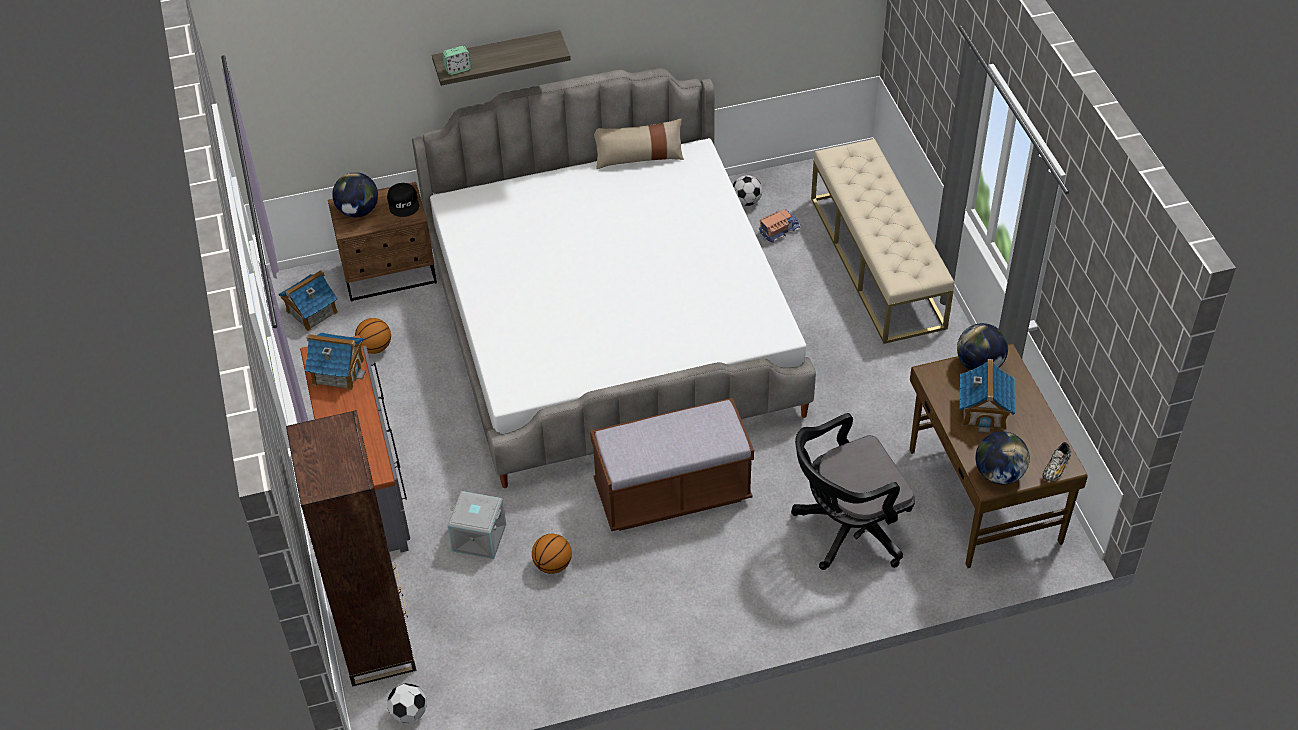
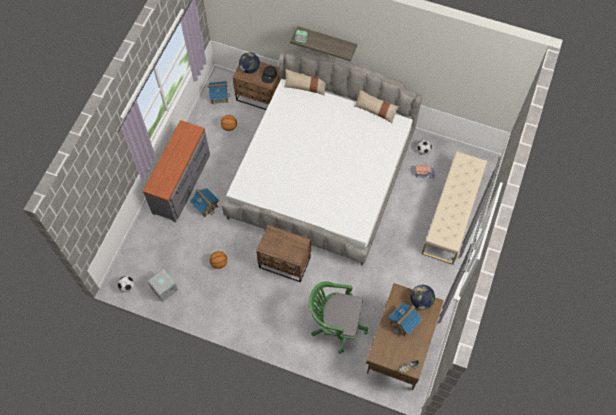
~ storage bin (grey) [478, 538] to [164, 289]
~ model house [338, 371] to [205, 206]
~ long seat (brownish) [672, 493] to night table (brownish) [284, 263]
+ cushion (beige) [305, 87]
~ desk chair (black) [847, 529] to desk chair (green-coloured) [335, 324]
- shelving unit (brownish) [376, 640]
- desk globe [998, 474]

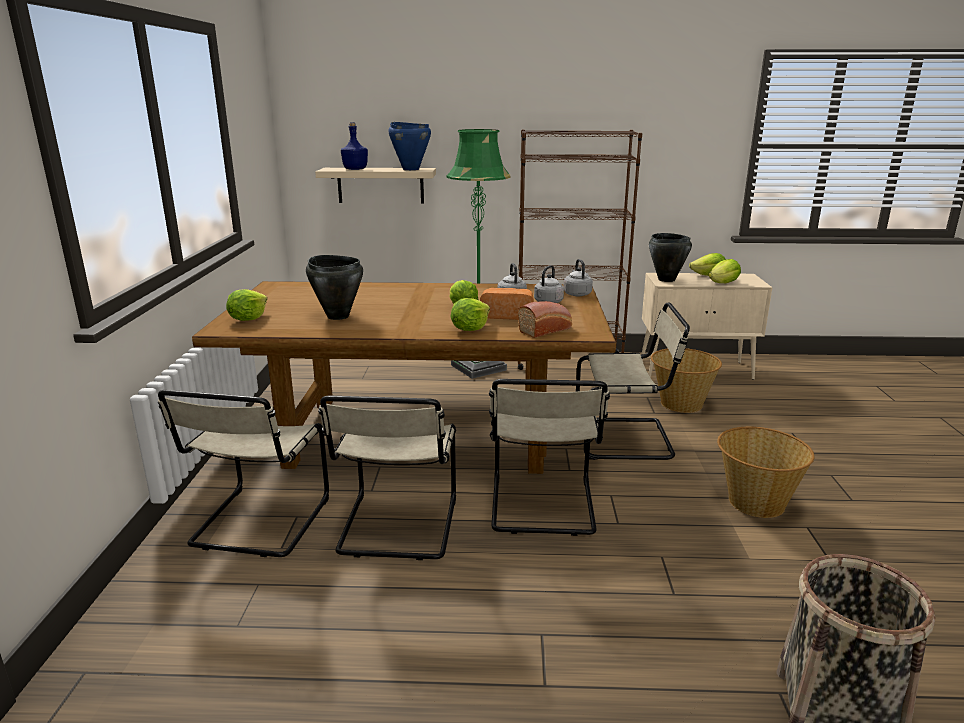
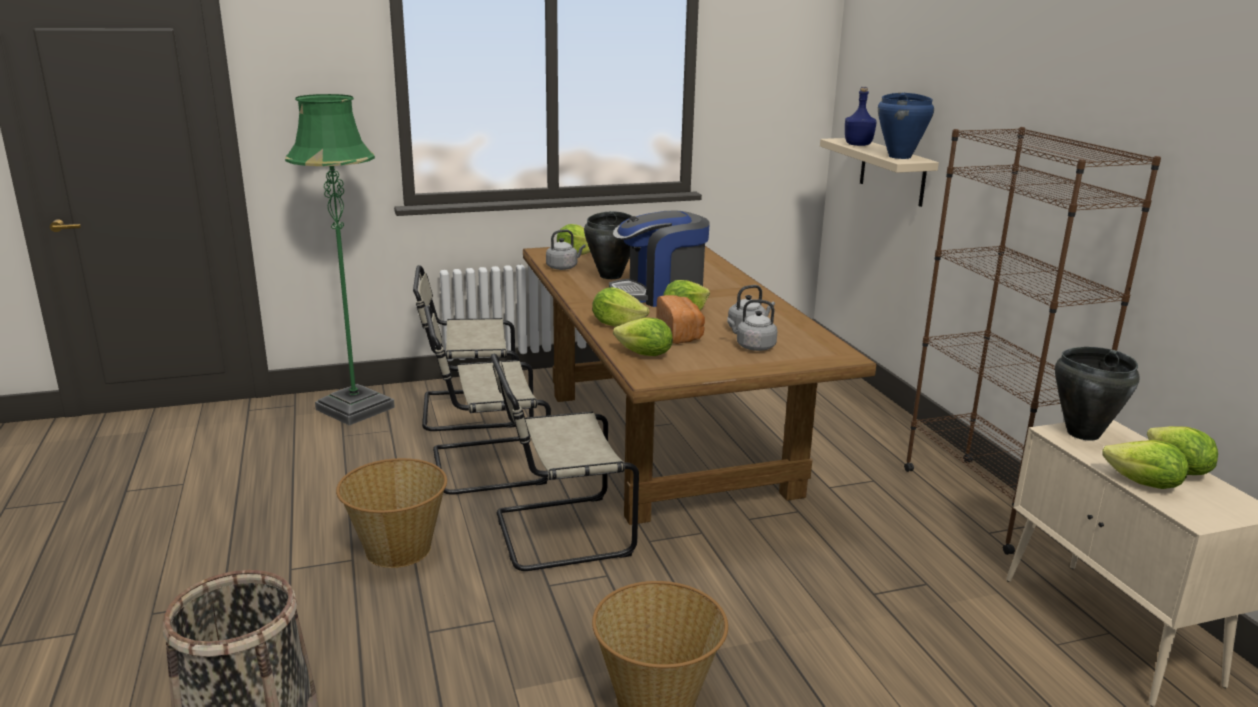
~ standard lamp (green-coloured) [478, 367] to [355, 408]
~ storage basket [680, 404] to [397, 549]
~ kettle (grey) [577, 294] to [563, 267]
+ coffee machine [659, 294]
~ bakery bread [546, 330] to lettuce [645, 355]
- chair (beige) [627, 439]

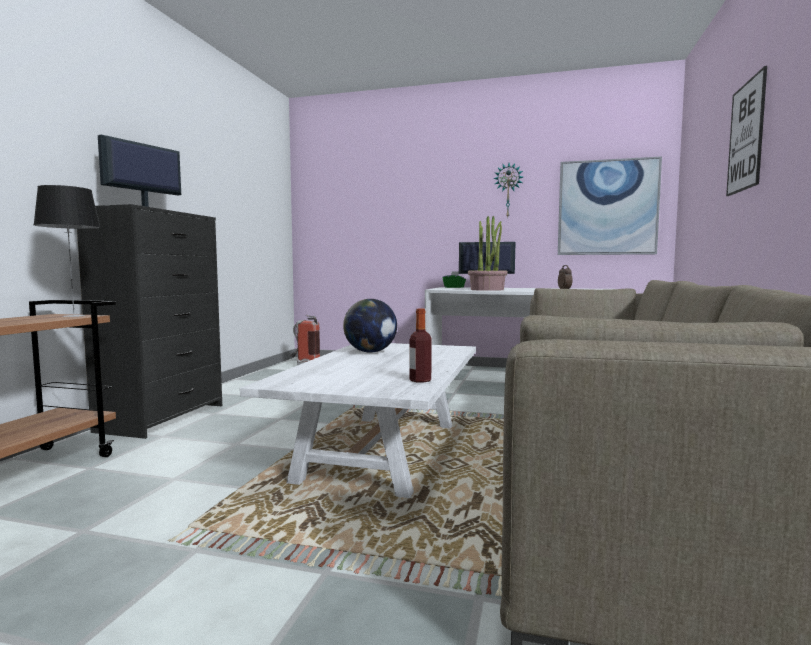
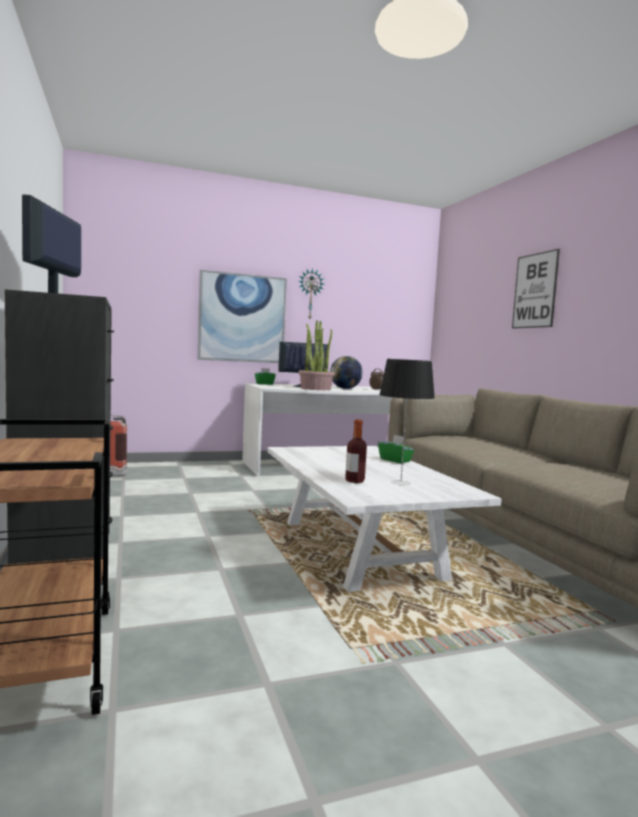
~ wall picture [607, 207] to [242, 318]
~ desk globe [370, 352] to [345, 388]
~ bottle [420, 380] to [354, 481]
+ tissue holder (green-coloured) [395, 460]
~ table lamp [74, 316] to [400, 483]

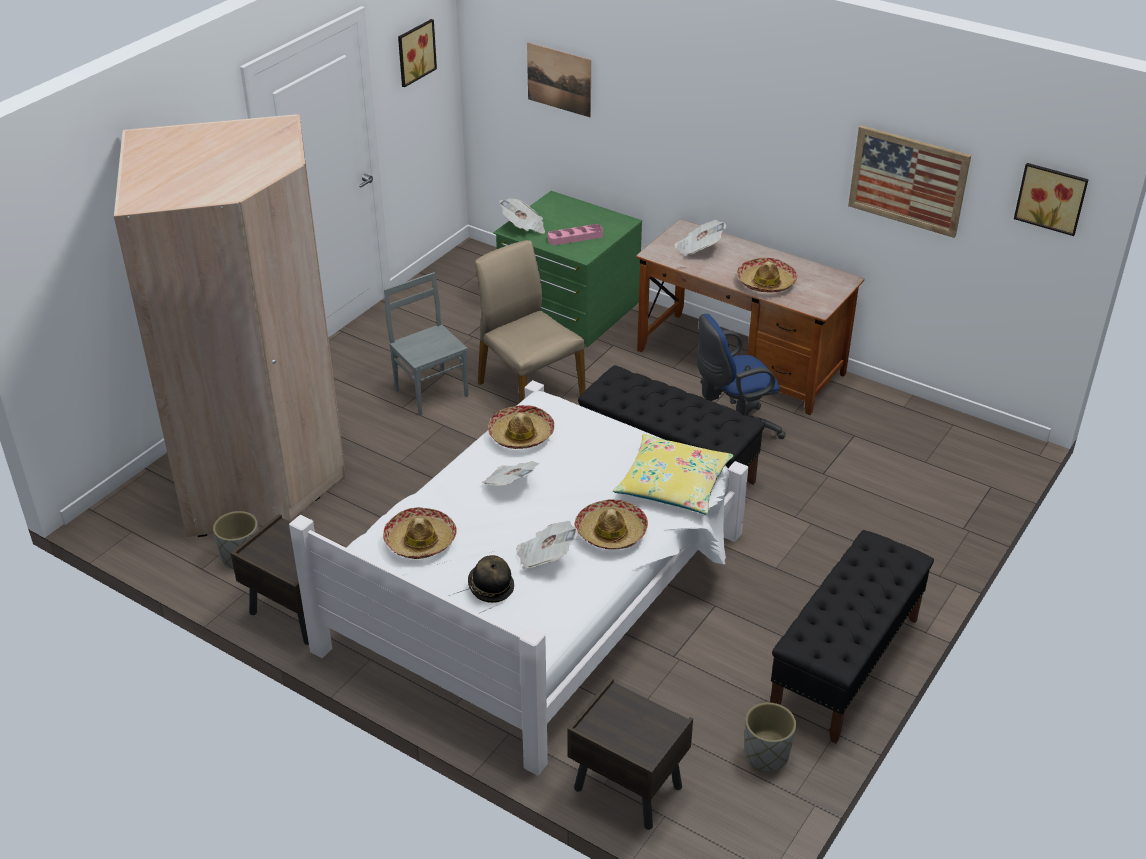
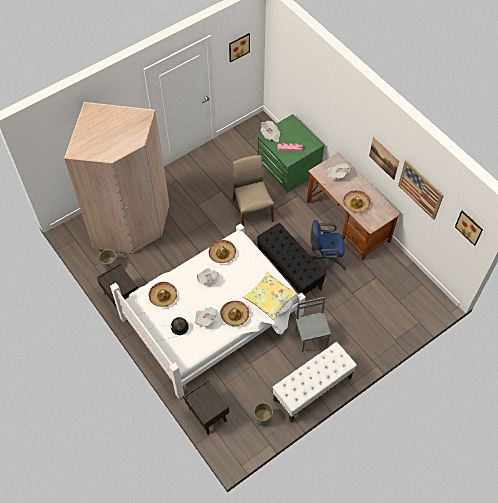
~ long seat (black) [845, 664] to long seat (white-coloured) [312, 389]
~ chair (grey) [432, 392] to [311, 337]
~ wall picture [559, 79] to [384, 158]

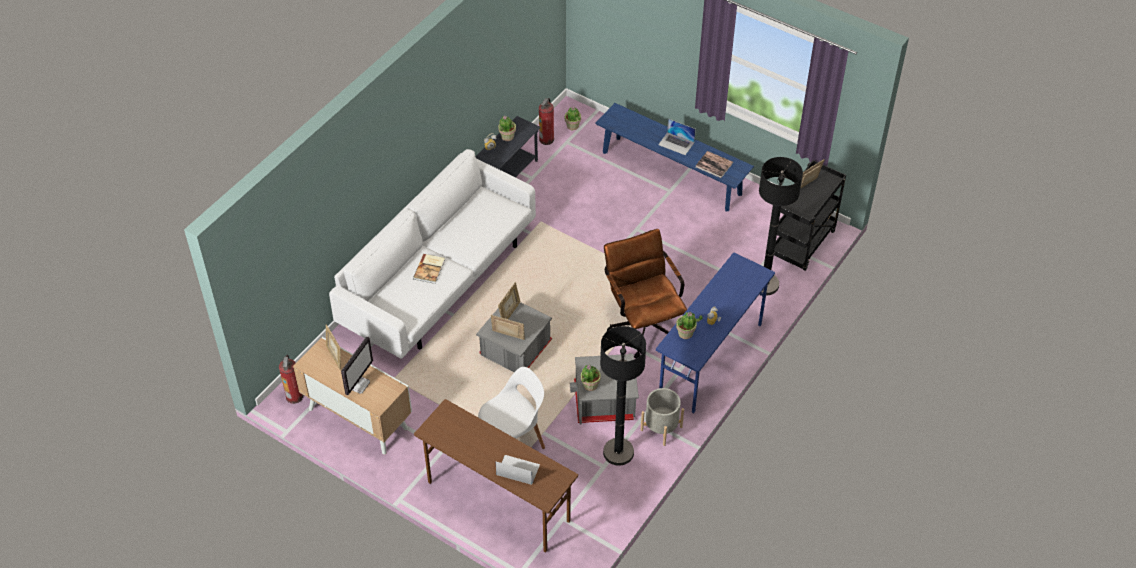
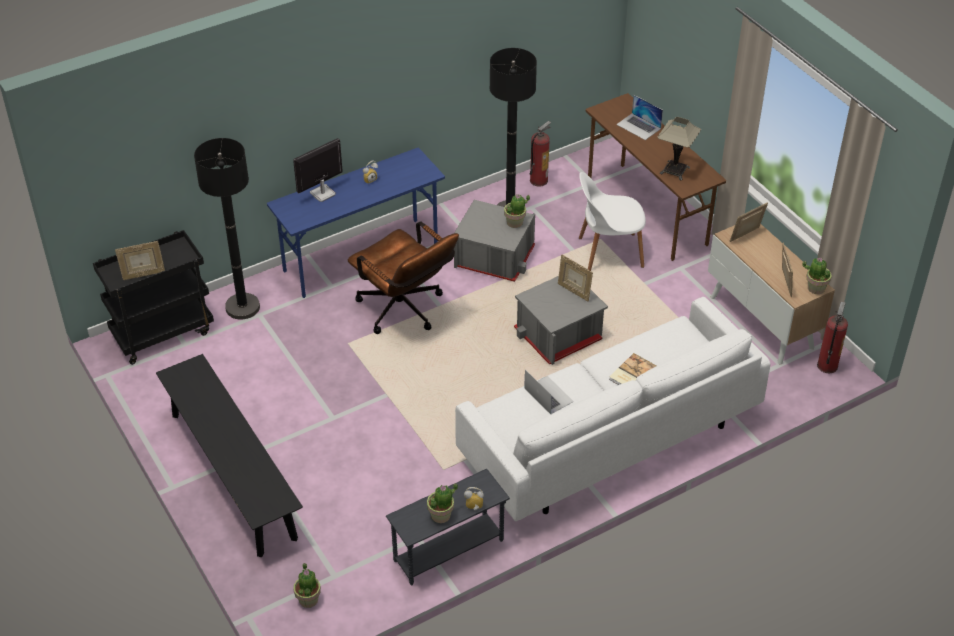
~ long seat (bluish) [671, 173] to long seat (black) [232, 475]
~ monitor [358, 384] to [322, 194]
~ desk chair (brownish) [642, 324] = [405, 312] 45 degrees counterclockwise
~ portable computer [676, 143] to [548, 395]
~ fire-fighting cylinder [546, 139] to [538, 180]
+ table lamp [674, 170]
~ standing frame [509, 313] to [746, 236]
~ houseplant [685, 333] to [815, 288]
- plant pot (grey) [661, 428]
- volume [714, 165]

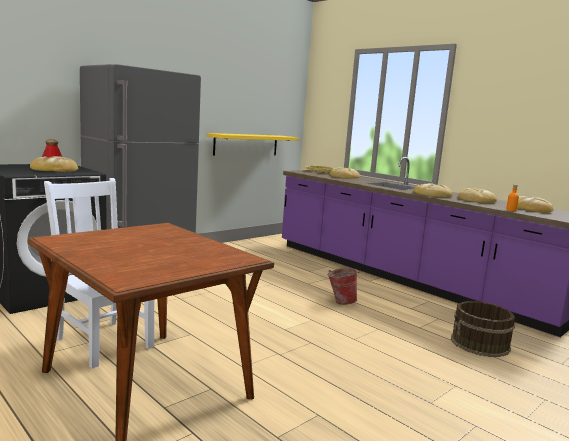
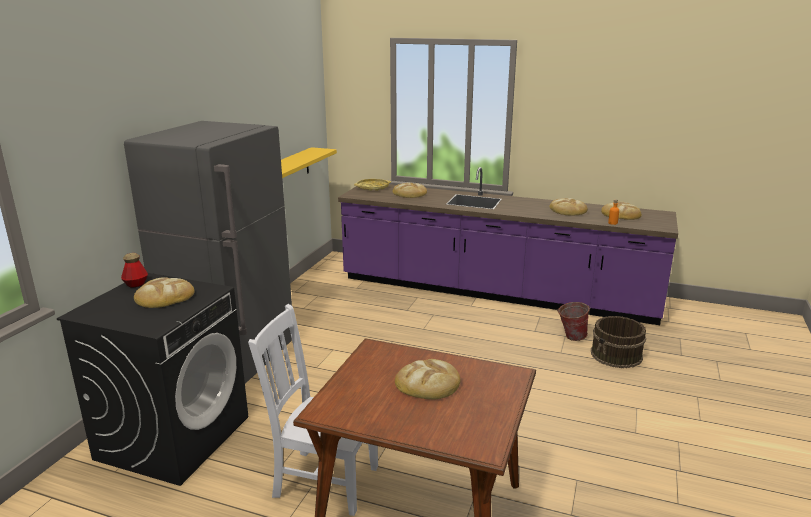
~ bakery bread [432, 194] to [428, 383]
~ bucket [340, 302] to [570, 337]

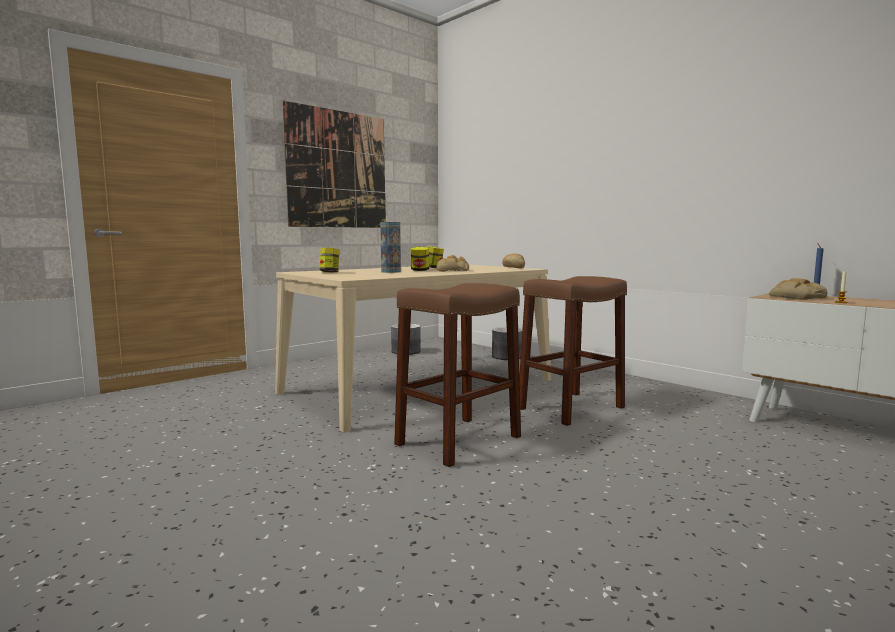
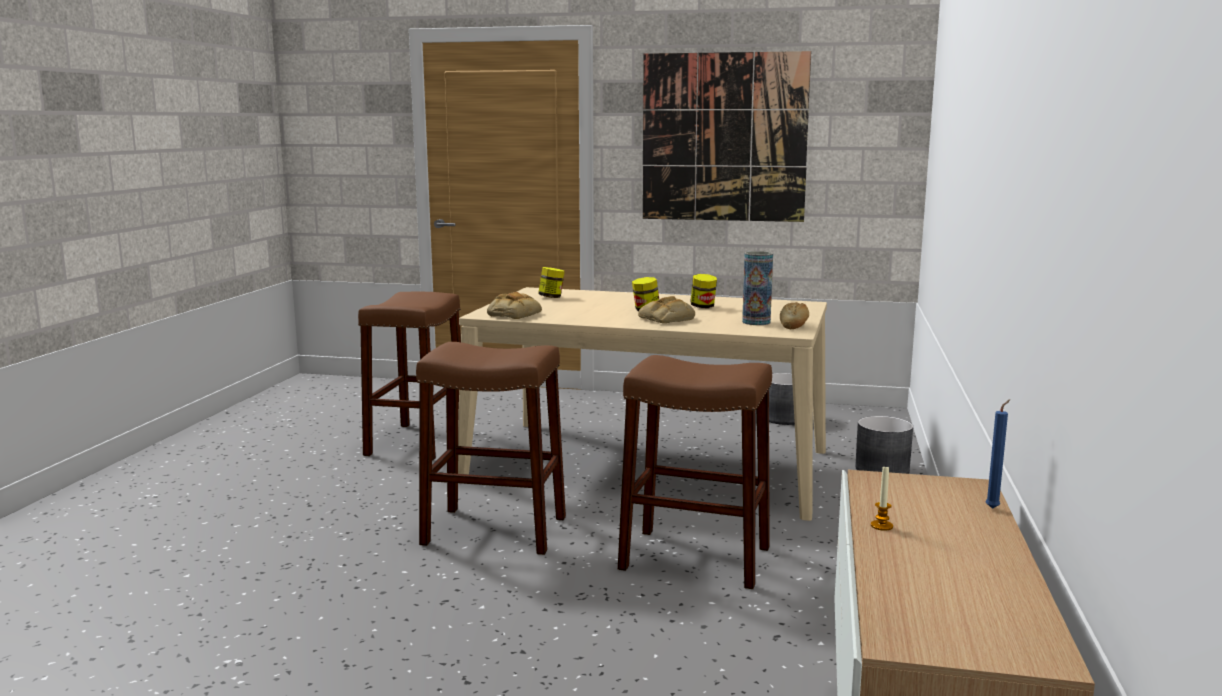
+ stool (brownish) [417, 441]
~ bakery bread [795, 297] to [514, 314]
~ flower vase [391, 272] to [756, 322]

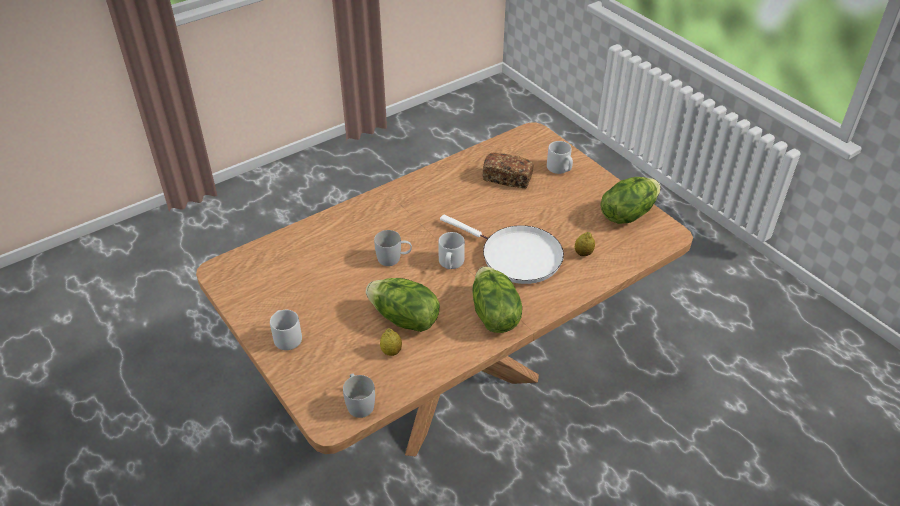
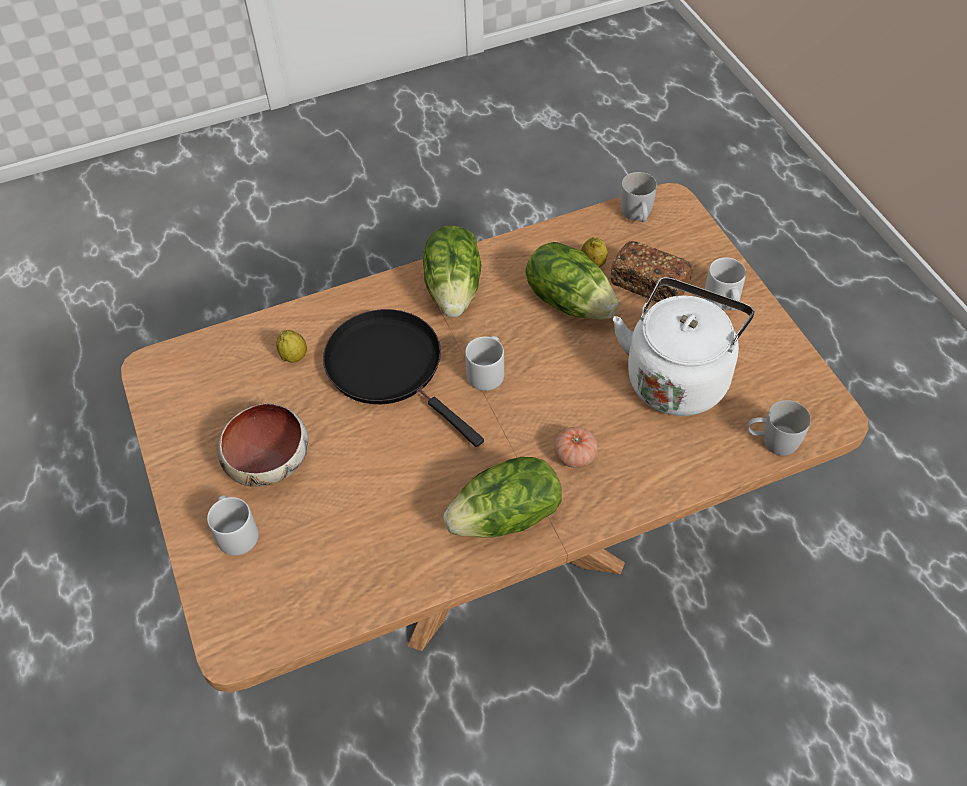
+ bowl [268, 460]
~ skillet (white-coloured) [516, 256] to skillet (black) [390, 367]
~ lettuce [627, 214] to [507, 518]
+ fresh tomato [575, 455]
~ bakery bread [507, 178] to [649, 285]
+ kettle (white-coloured) [678, 377]
~ coffee mug (white-coloured) [394, 258] to [772, 441]

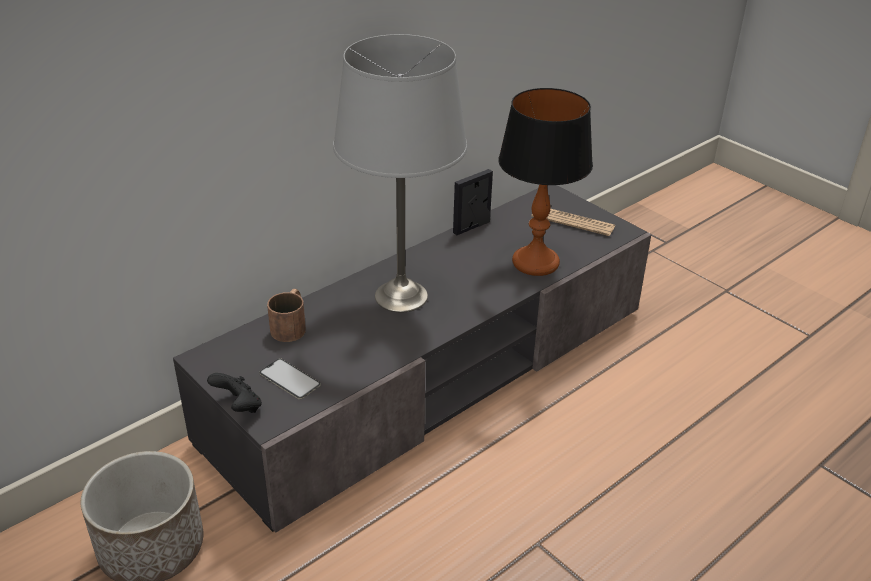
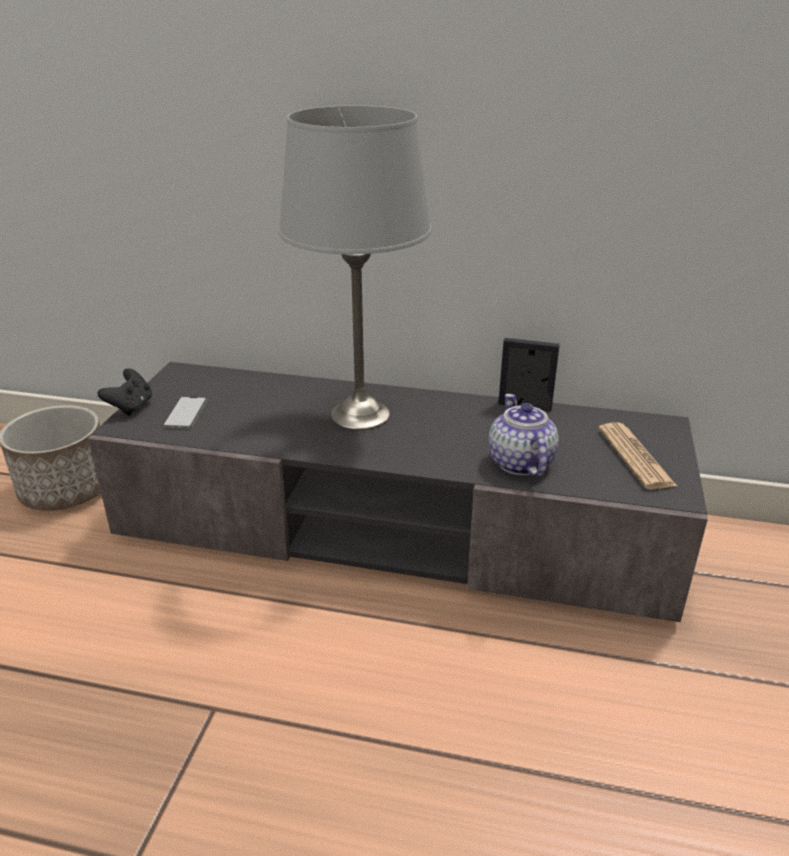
~ table lamp [535, 263] to pot for tea [519, 462]
- coffee mug (brownish) [291, 325]

